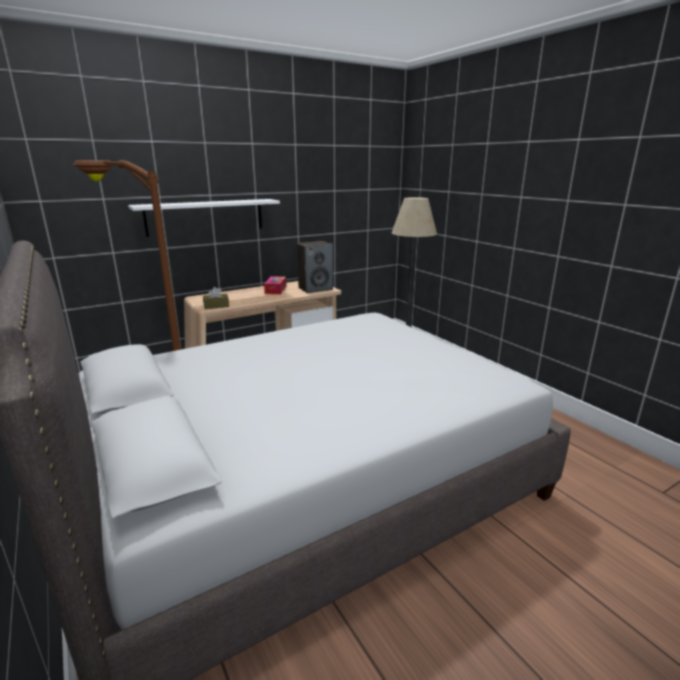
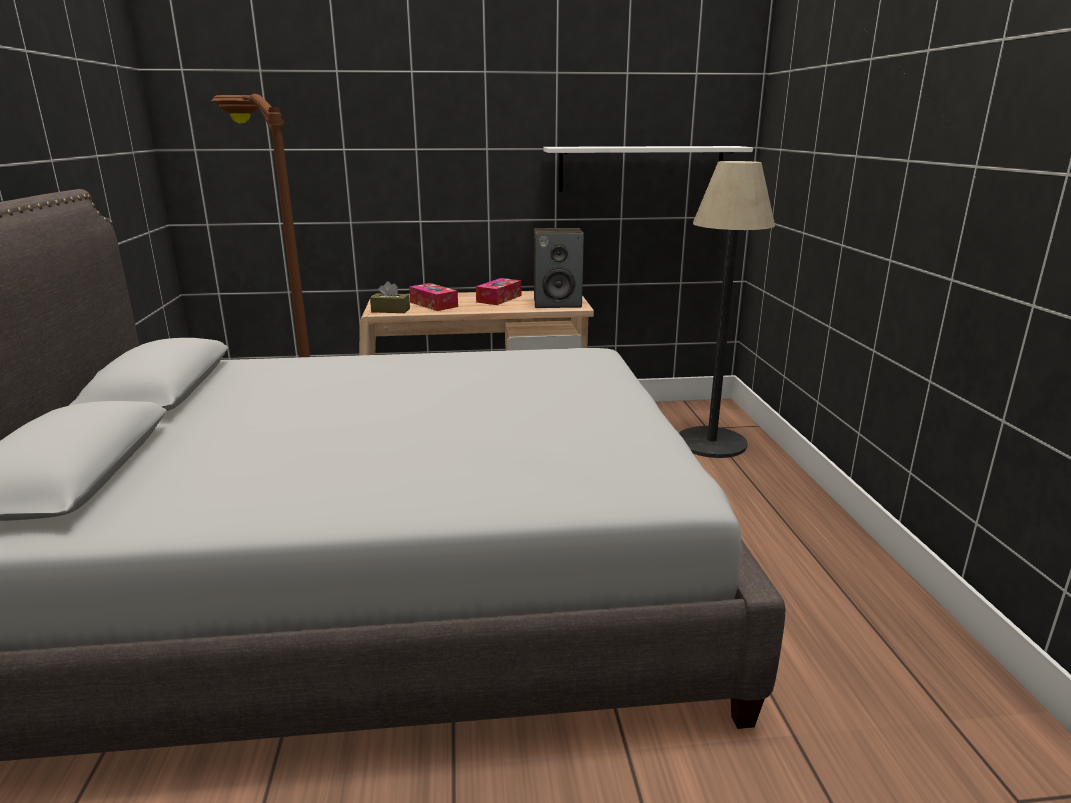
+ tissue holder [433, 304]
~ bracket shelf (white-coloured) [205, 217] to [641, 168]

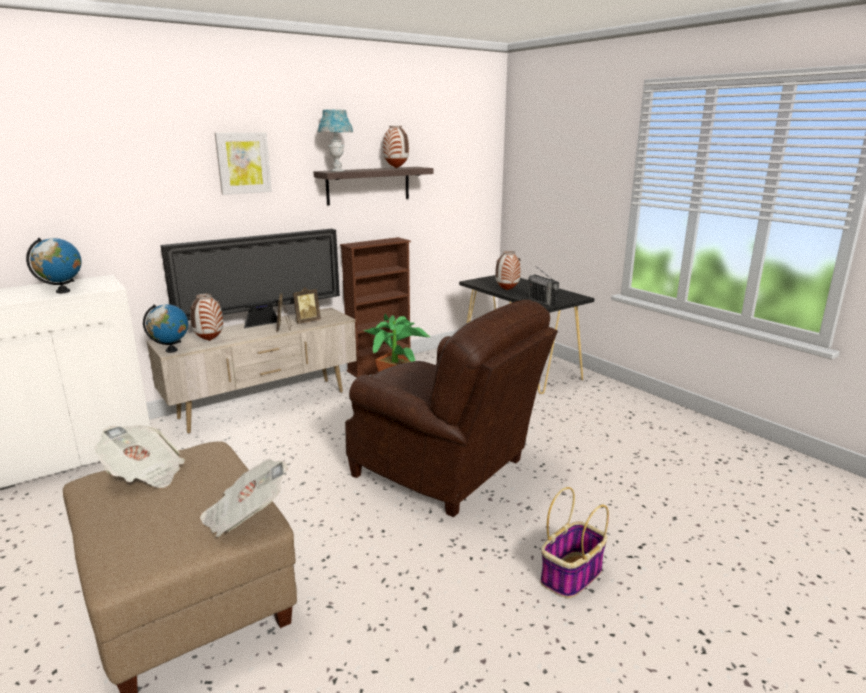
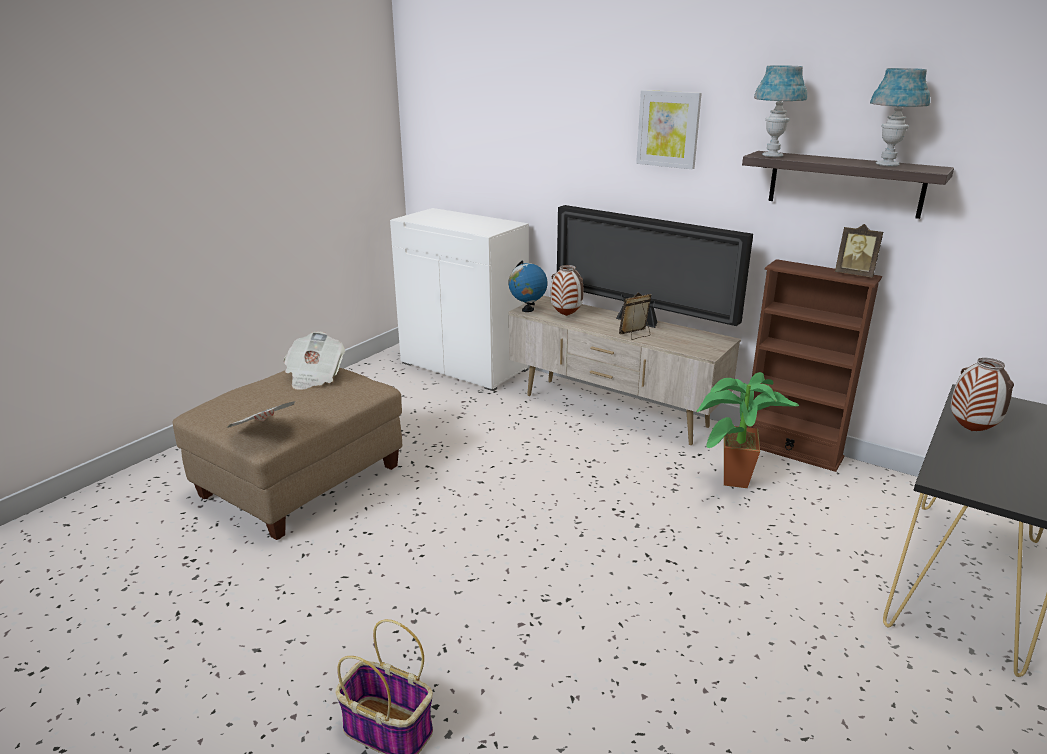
~ standing frame [306, 321] to [855, 274]
~ flower vase [396, 168] to table lamp (bluish) [887, 164]
- desk globe [63, 291]
- lounge chair (brownish) [446, 469]
- radio [542, 302]

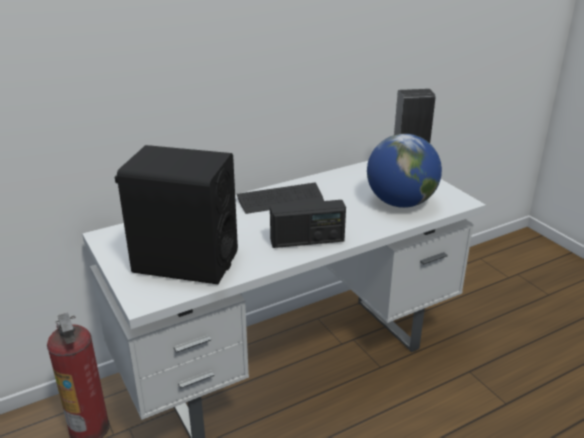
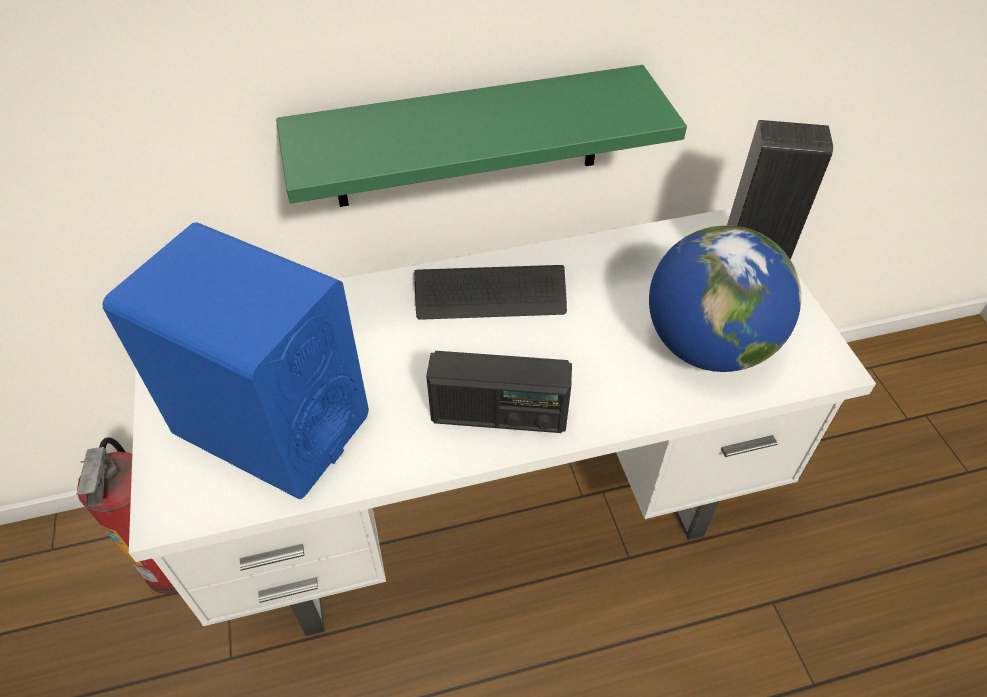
~ speaker (black) [185, 262] to speaker (bluish) [272, 425]
+ bracket shelf (green-coloured) [468, 138]

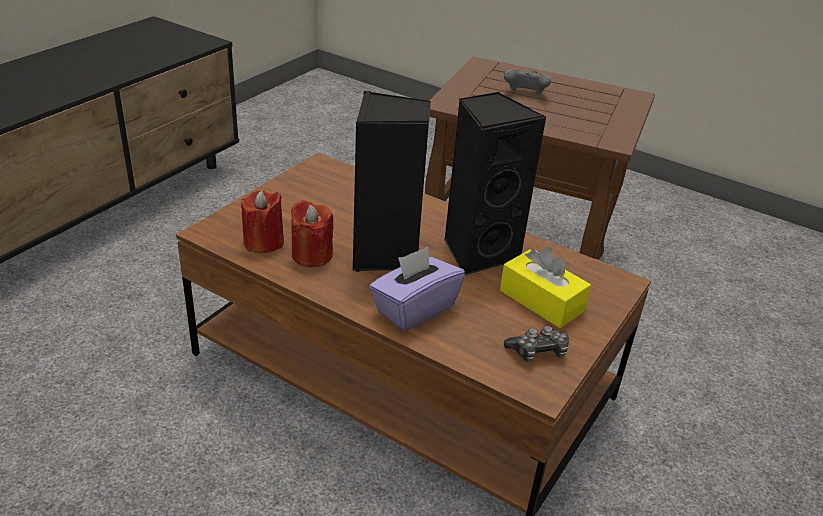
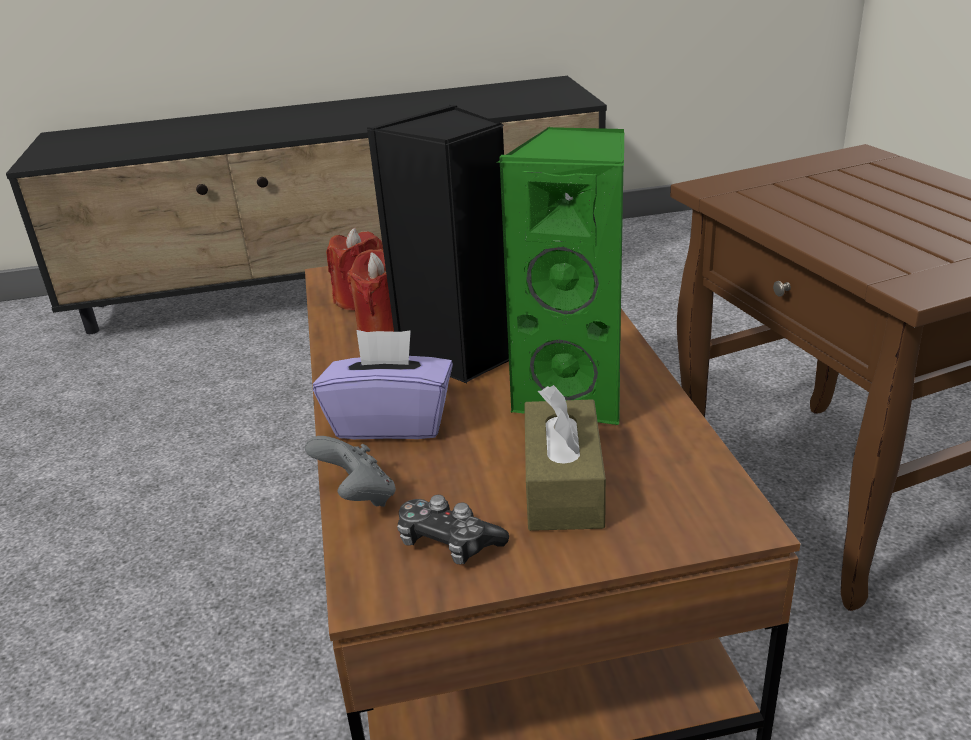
~ joypad (grey) [525, 94] to [357, 497]
~ speaker (black) [478, 252] to speaker (green-coloured) [576, 394]
~ tissue holder (yellow-coloured) [541, 301] to tissue holder (brownish) [563, 486]

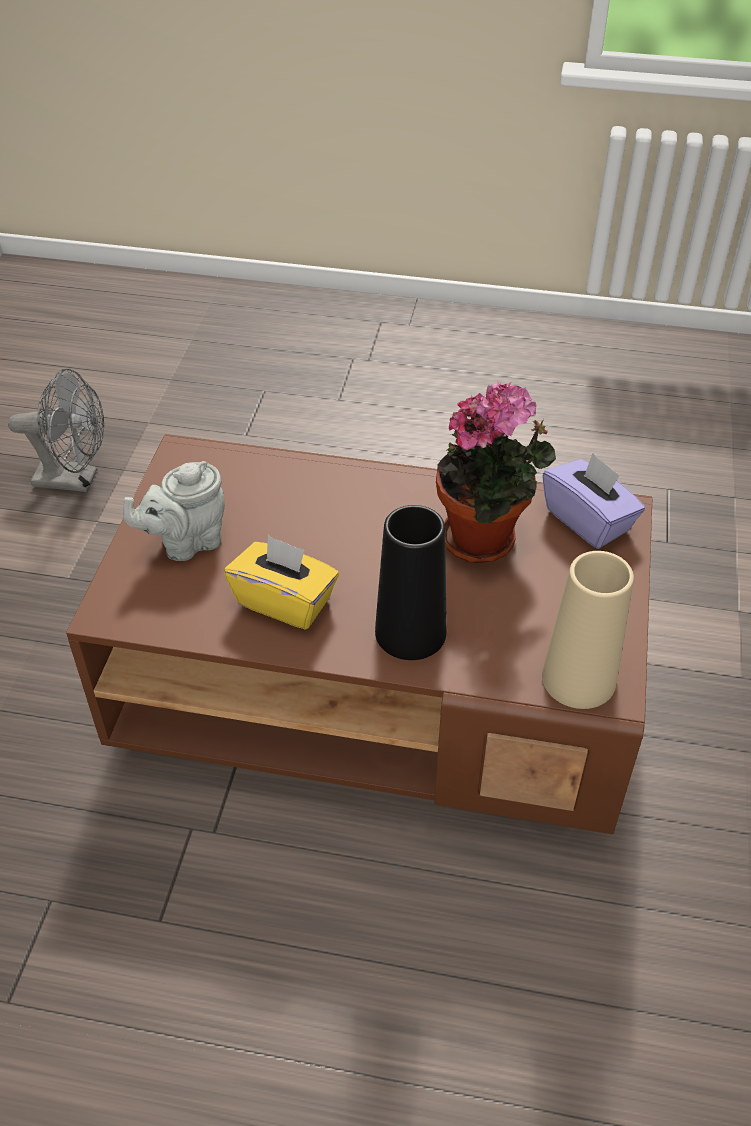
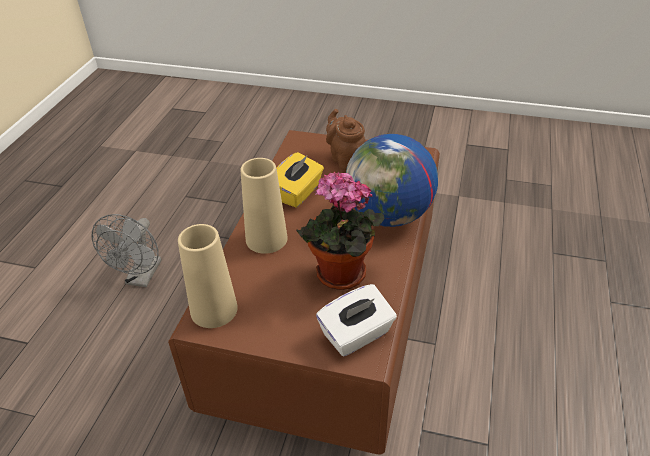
~ electric fan (grey) [76, 479] to [141, 277]
~ flower vase (black) [410, 632] to flower vase (beige) [266, 239]
~ tissue holder (purplish) [588, 520] to tissue holder (white-coloured) [356, 335]
~ pot for tea (grey) [186, 542] to pot for tea (brownish) [345, 159]
+ desk globe [389, 216]

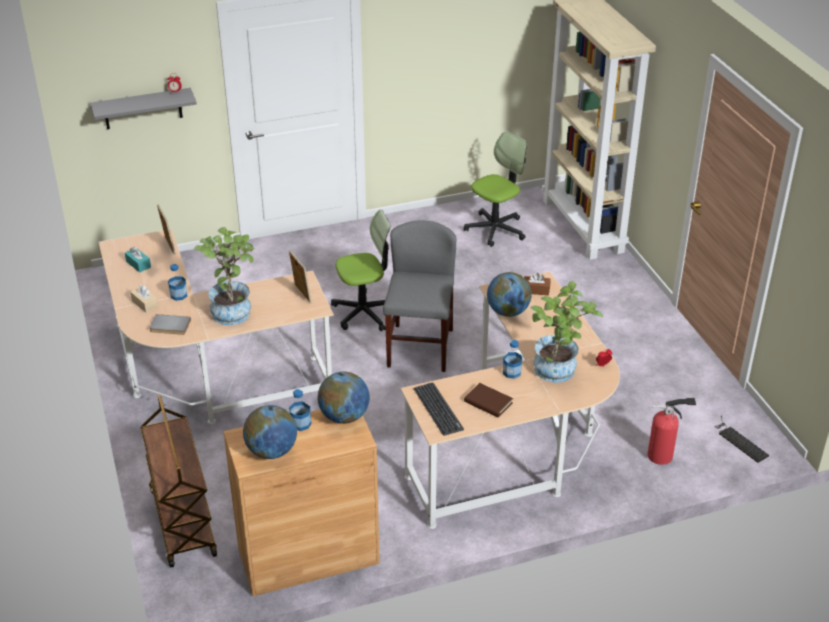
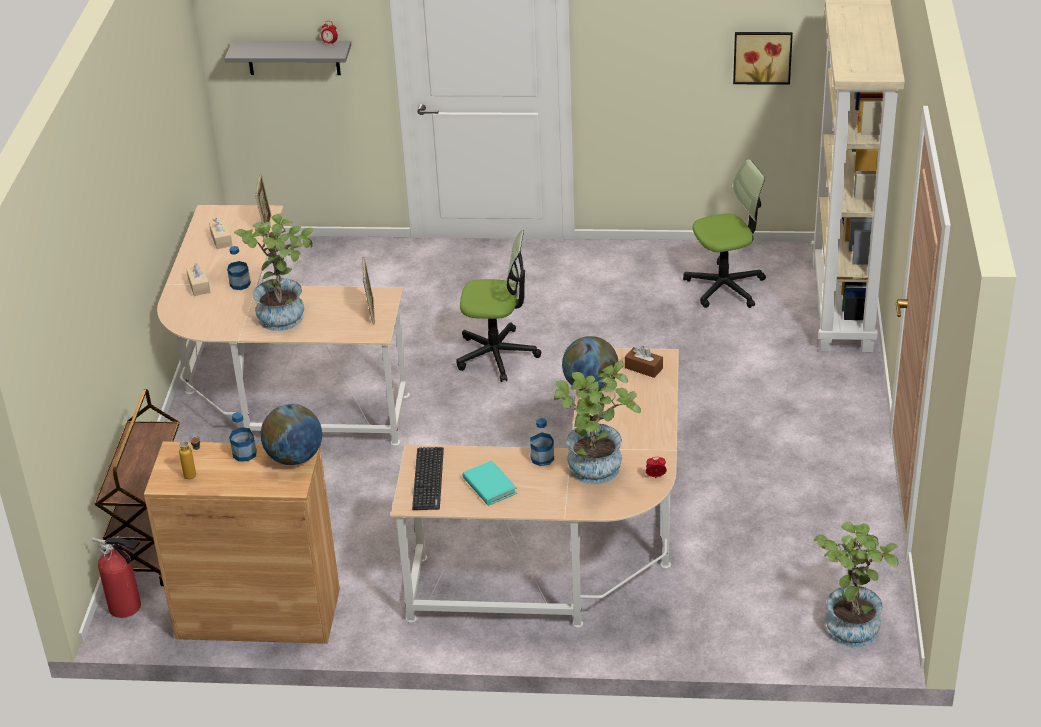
~ fire-fighting cylinder [663, 456] to [128, 607]
~ desk globe [272, 451] to bottle [195, 475]
~ tissue holder (turquoise-coloured) [138, 264] to tissue holder (beige) [221, 240]
~ volume (brownish) [488, 402] to volume (turquoise-coloured) [489, 486]
+ wall picture [762, 56]
~ keyboard [739, 440] to houseplant [851, 623]
- volume (grey) [170, 326]
- chair (grey) [420, 348]

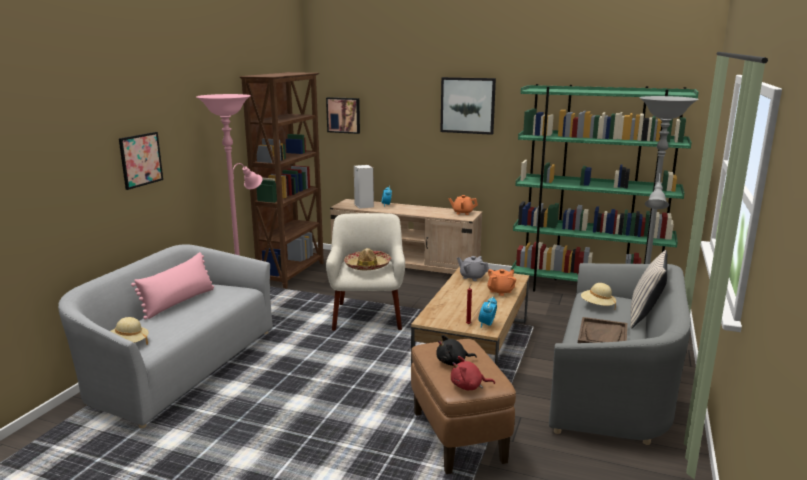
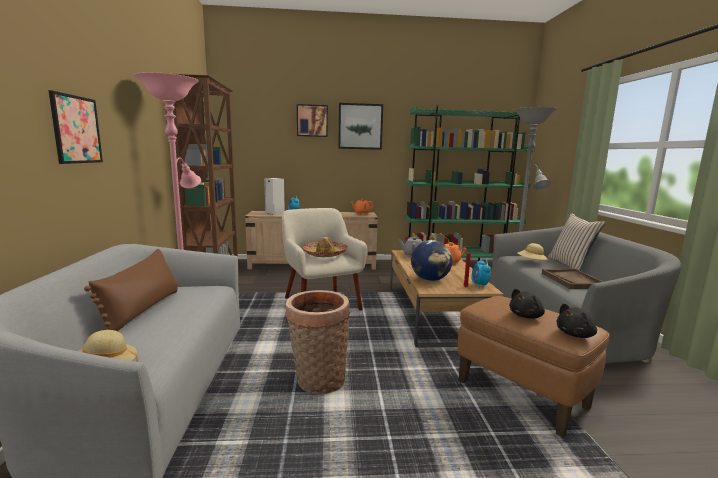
~ cushion (pink) [179, 302] to cushion (brownish) [143, 309]
+ storage basket [317, 380]
~ wall picture [344, 115] to [312, 120]
+ desk globe [430, 279]
~ cuddly toy (reddish) [468, 386] to cuddly toy (black) [576, 335]

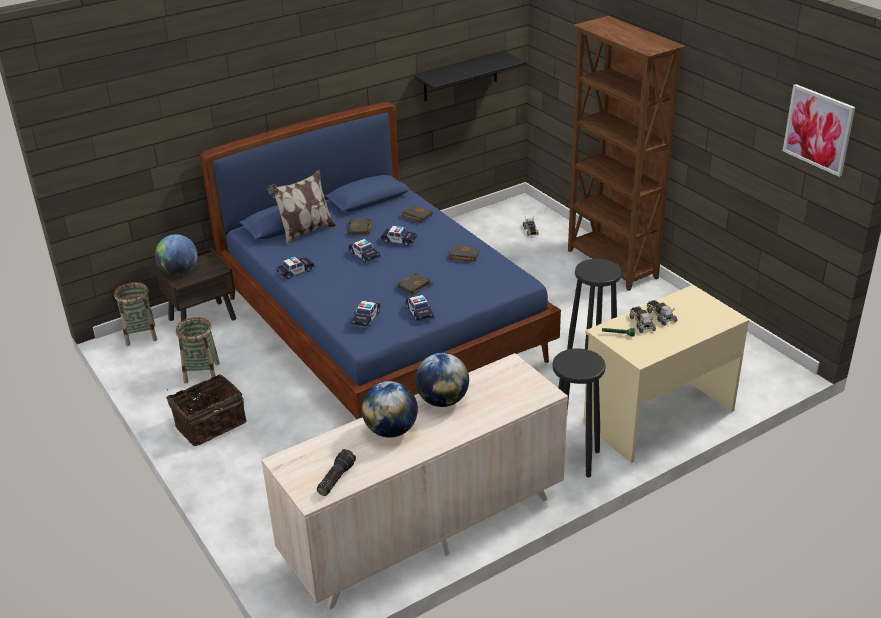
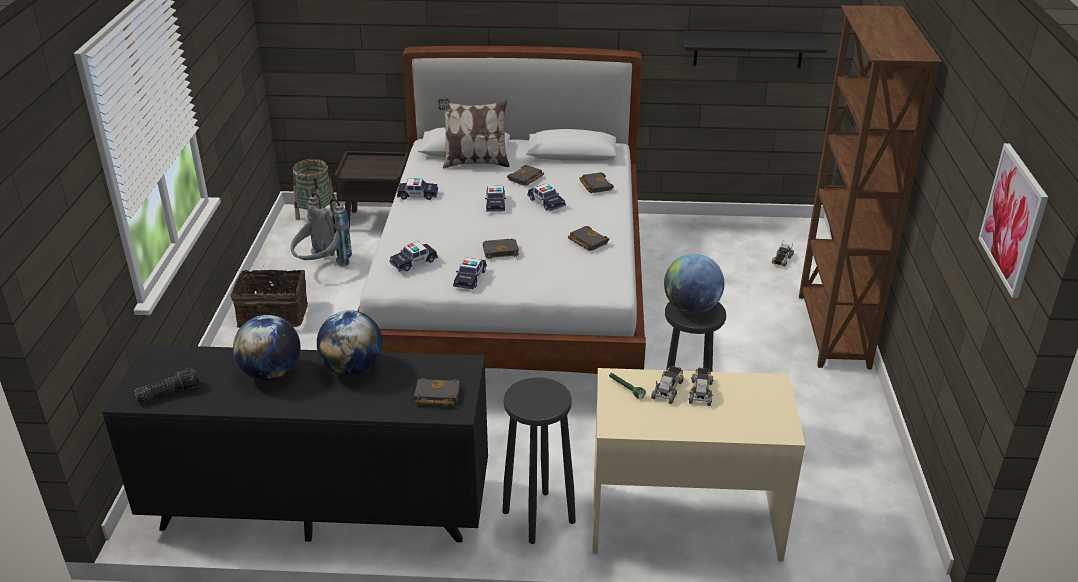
~ chest of drawers (beige) [424, 530] to chest of drawers (black) [318, 505]
~ storage basket [202, 373] to rucksack (grey) [321, 267]
~ bed (bluish) [382, 330] to bed (white-coloured) [513, 297]
+ volume (black) [435, 396]
~ desk globe [179, 272] to [691, 308]

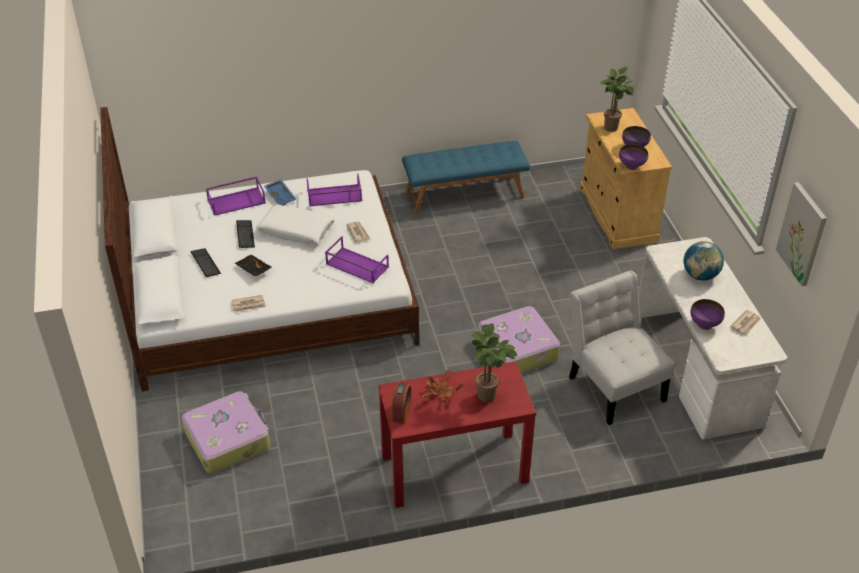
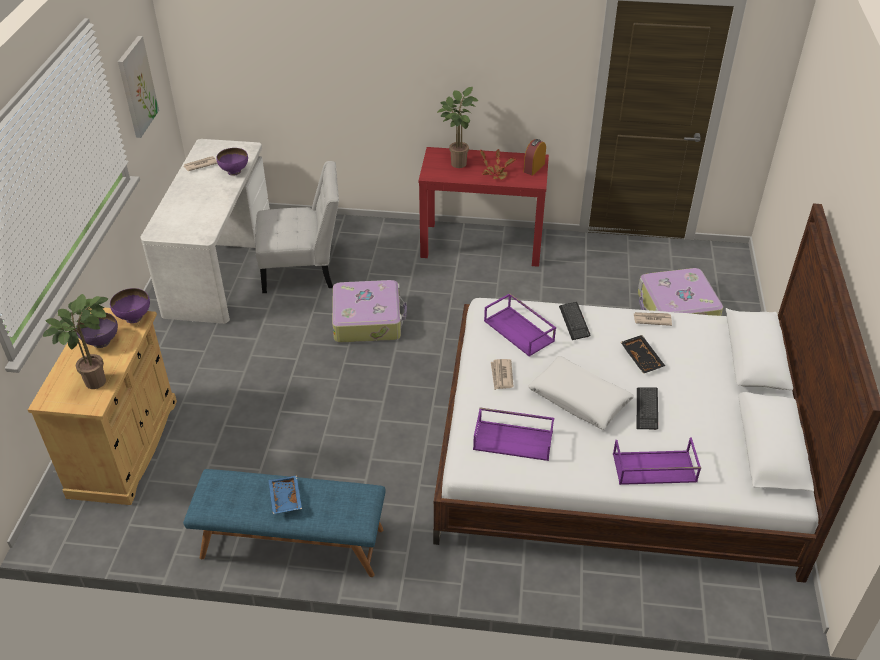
~ chair (white-coloured) [614, 385] = [303, 270] 90 degrees counterclockwise
~ serving tray (bluish) [281, 196] to [284, 499]
~ keyboard [205, 263] to [574, 322]
- desk globe [700, 275]

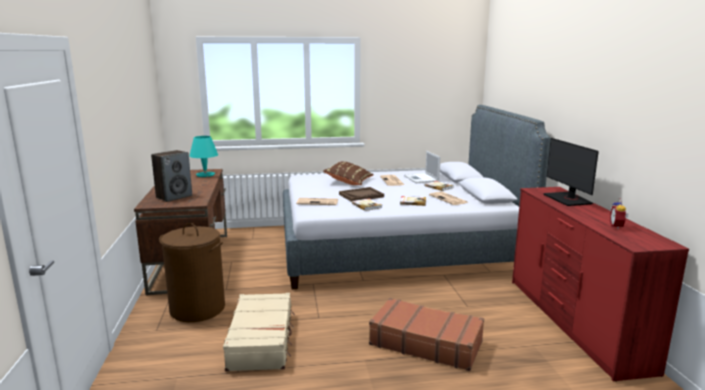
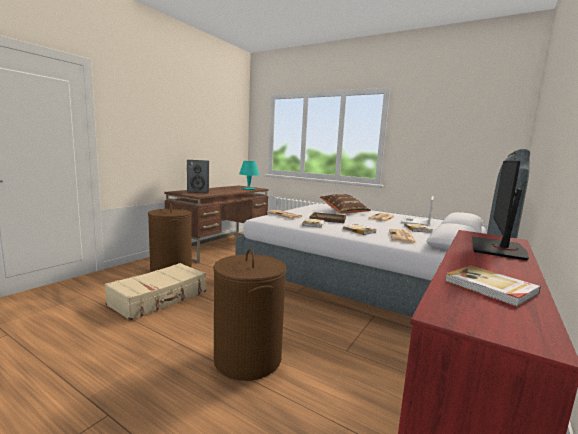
~ piece of luggage (brownish) [425, 343] to washing basket (brownish) [247, 358]
~ bedside clock [617, 227] to volume [490, 287]

